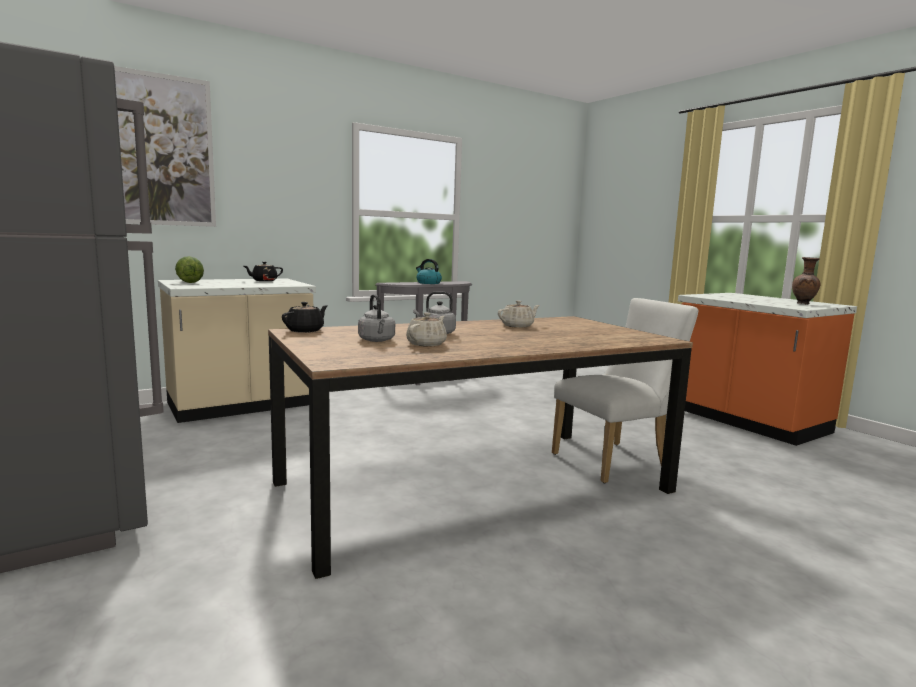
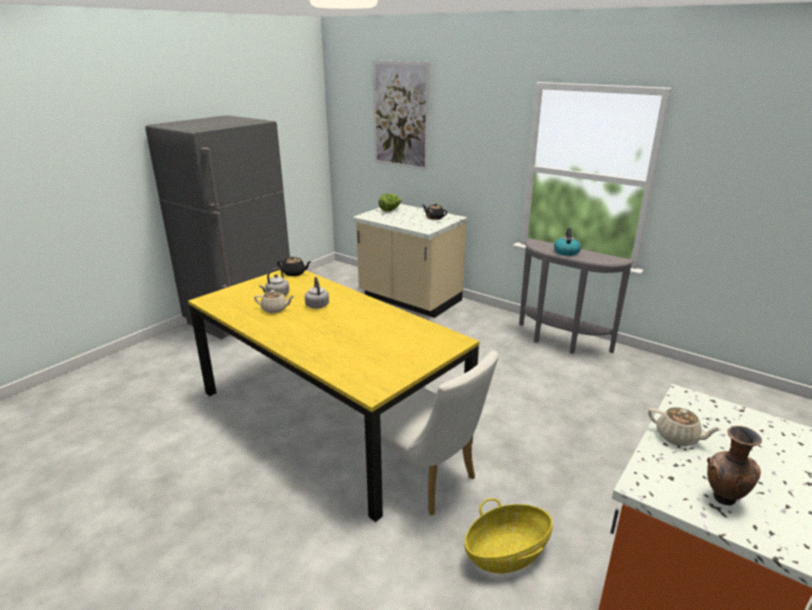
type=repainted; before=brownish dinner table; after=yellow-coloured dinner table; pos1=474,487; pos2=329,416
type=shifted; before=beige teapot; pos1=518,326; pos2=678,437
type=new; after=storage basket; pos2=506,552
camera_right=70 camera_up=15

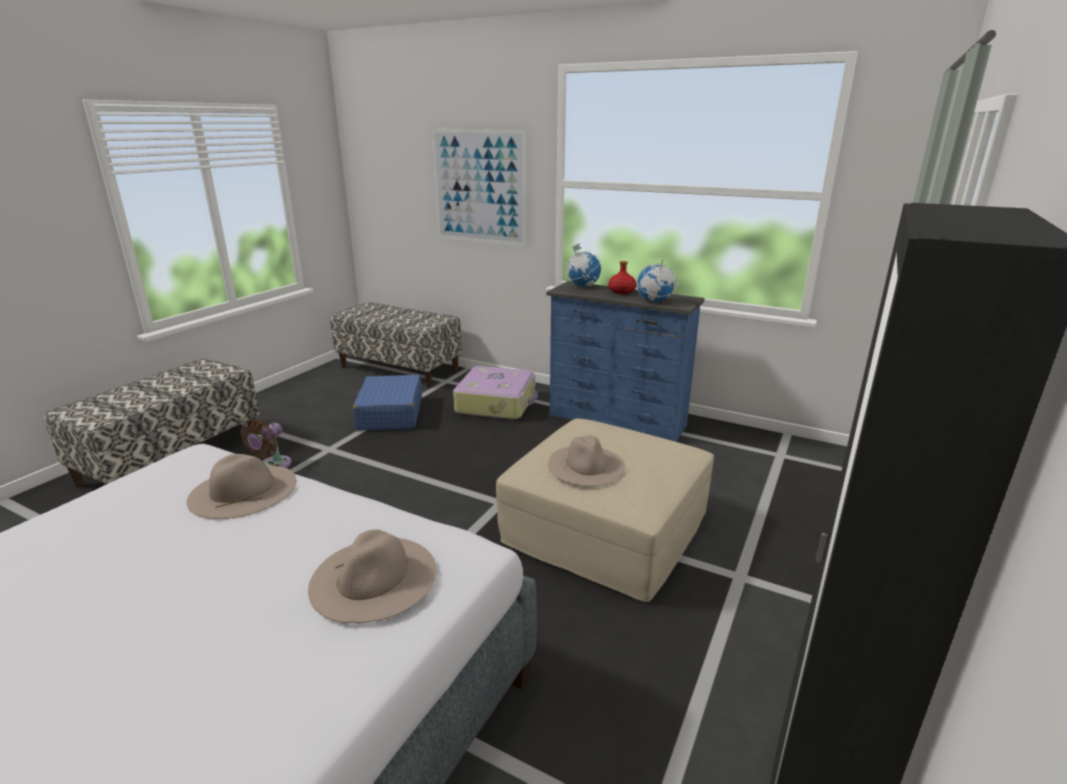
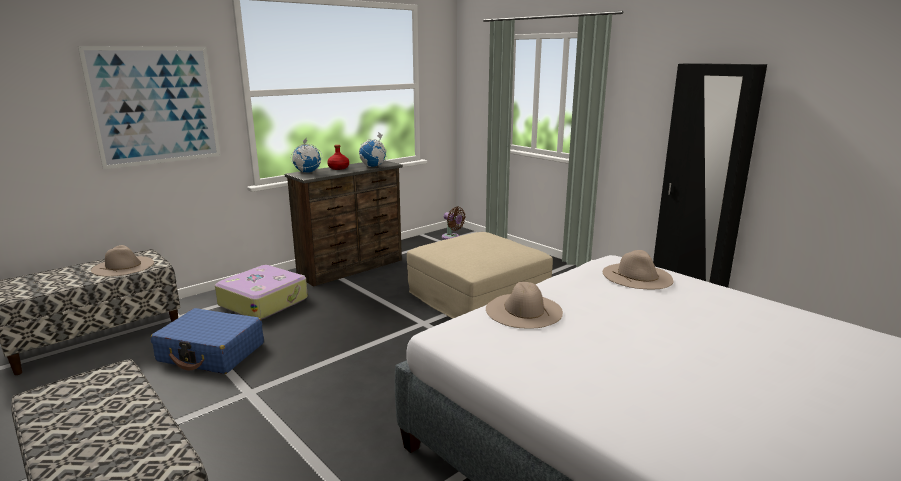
type=shifted; before=brownish cooling fan; pos1=272,466; pos2=452,237
type=repainted; before=blue-coloured drawer chest; after=brownish drawer chest; pos1=617,421; pos2=352,268
type=shifted; before=beige hat; pos1=586,465; pos2=123,266
camera_right=-70 camera_up=-5

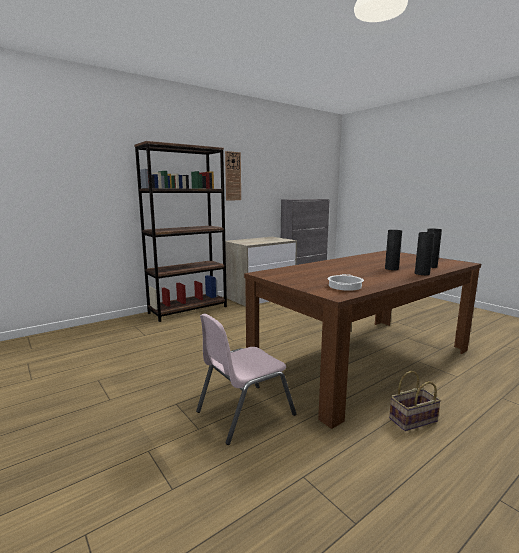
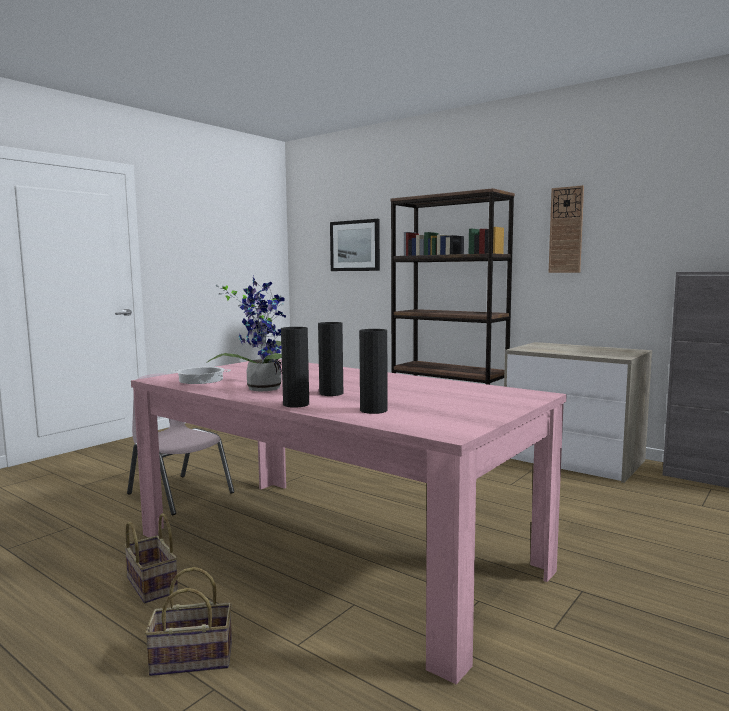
type=repainted; before=brownish dinner table; after=pink dinner table; pos1=363,360; pos2=335,552
type=new; after=storage basket; pos2=189,660
type=new; after=plant in a pot; pos2=264,388
type=new; after=wall picture; pos2=355,245
camera_right=75 camera_up=-5

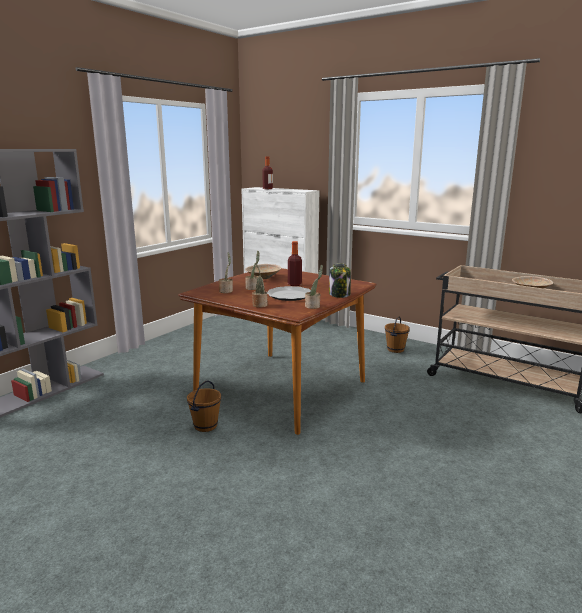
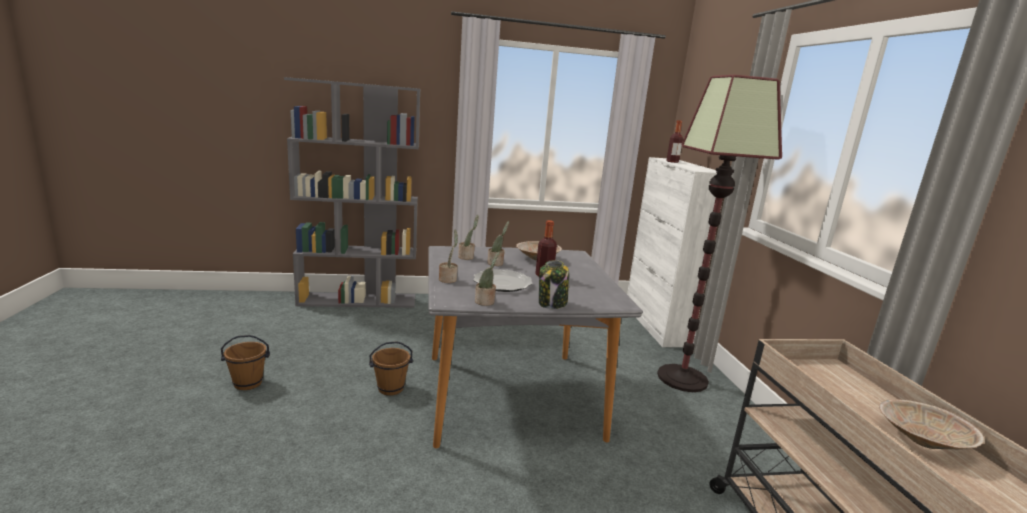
type=repainted; before=brownish dinner table; after=grey dinner table; pos1=282,388; pos2=512,396
type=shifted; before=brownish bucket; pos1=395,349; pos2=248,383
type=new; after=floor lamp; pos2=682,378
camera_right=45 camera_up=0

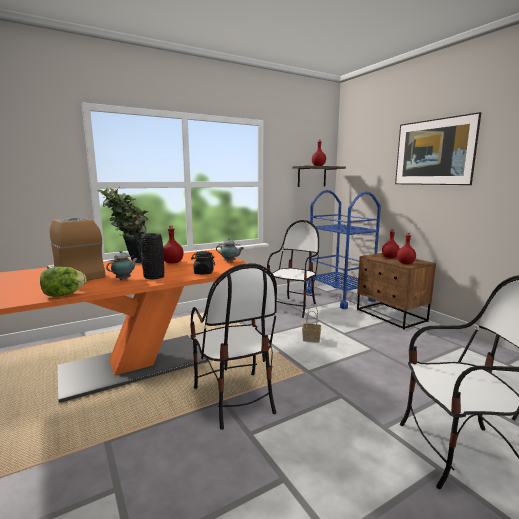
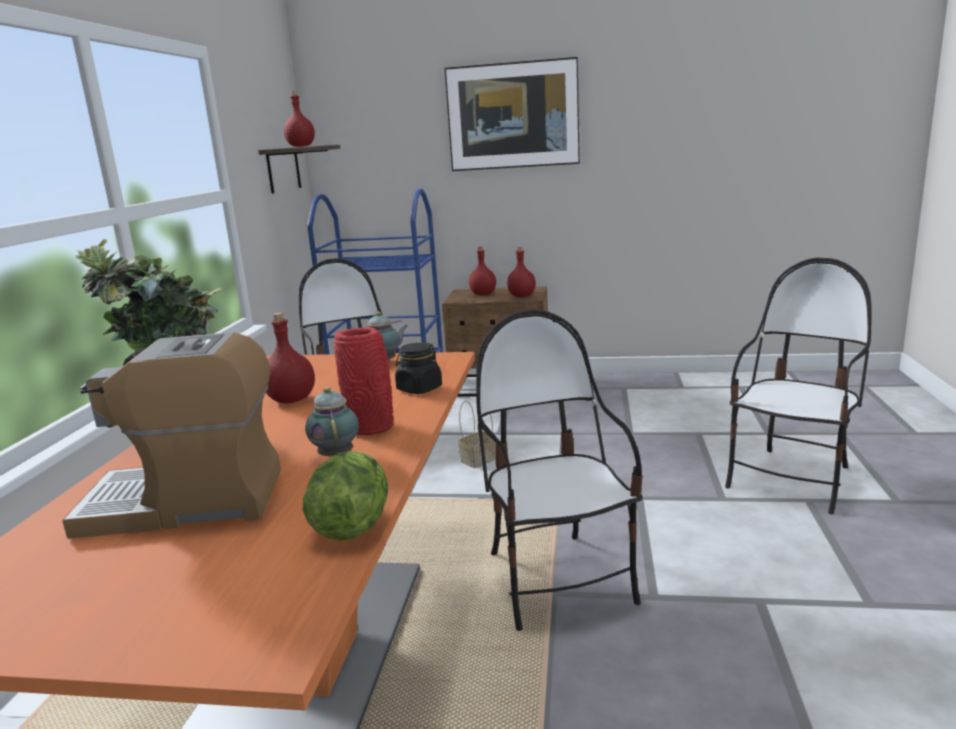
type=repainted; before=blackish vase; after=reddish vase; pos1=154,277; pos2=372,428
type=rotated; before=chair; pos1=234,398; pos2=557,580; turn=-120
camera_right=-50 camera_up=5

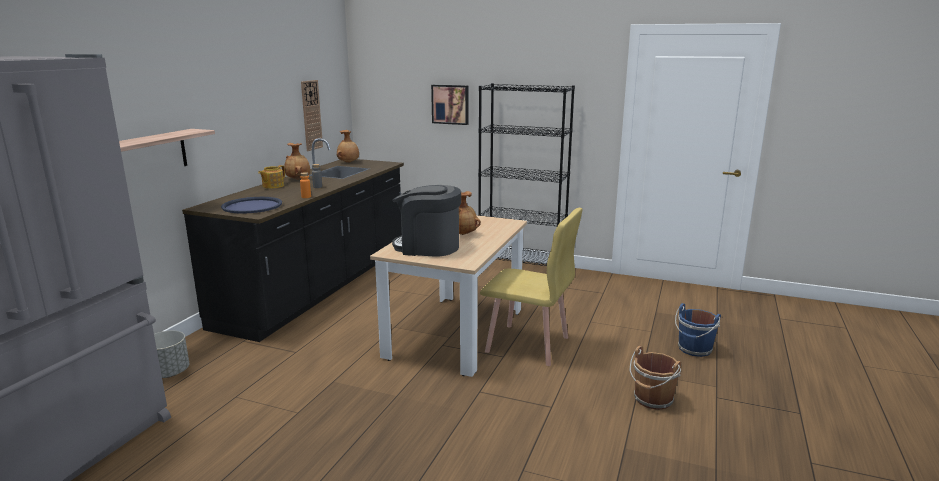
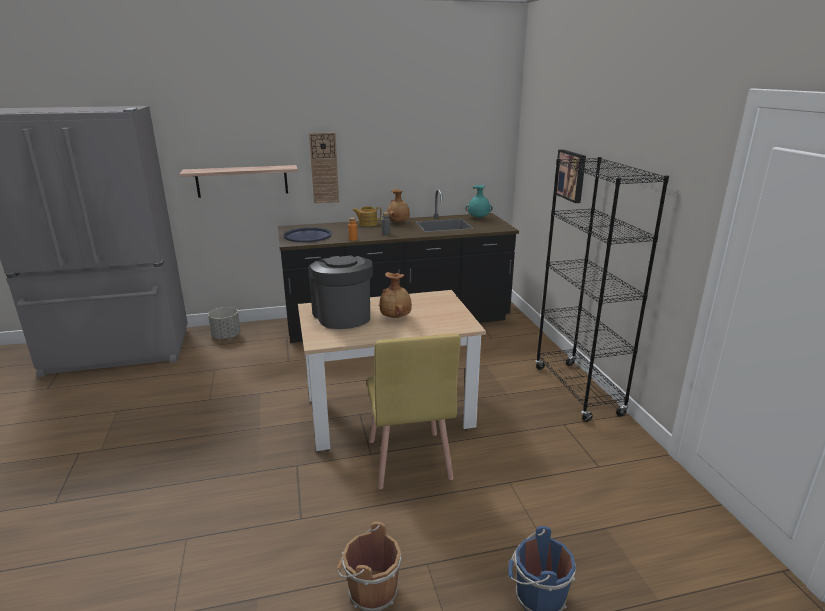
type=shifted; before=hanging clock; pos1=311,115; pos2=324,168
type=repainted; before=brownish vase; after=turquoise vase; pos1=348,162; pos2=478,218
camera_right=55 camera_up=5

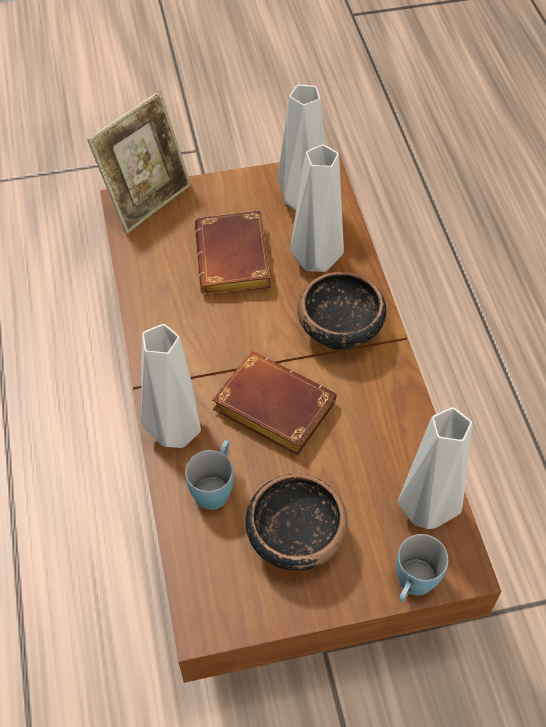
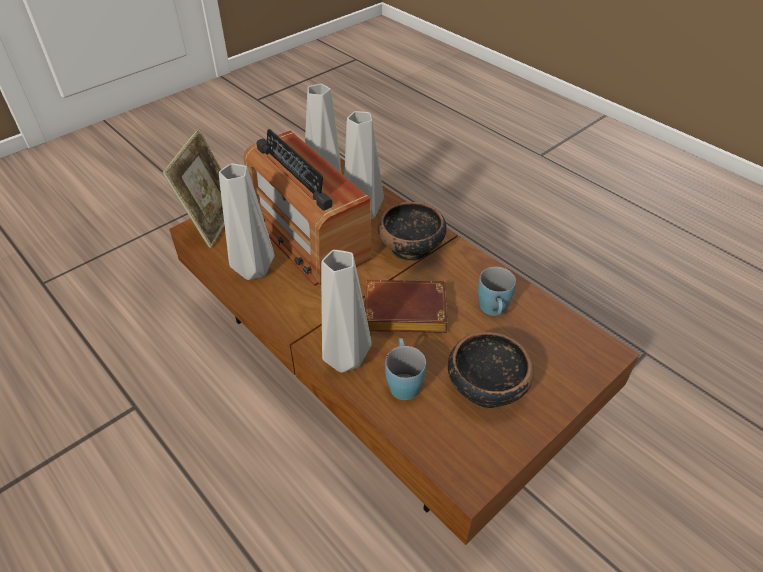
type=swapped; before=brownish volume; after=radio receiver; pos1=236,261; pos2=307,235
type=shifted; before=blue-coloured coffee mug; pos1=412,586; pos2=493,311
type=shifted; before=grey vase; pos1=424,508; pos2=252,269
camera_right=-30 camera_up=-10

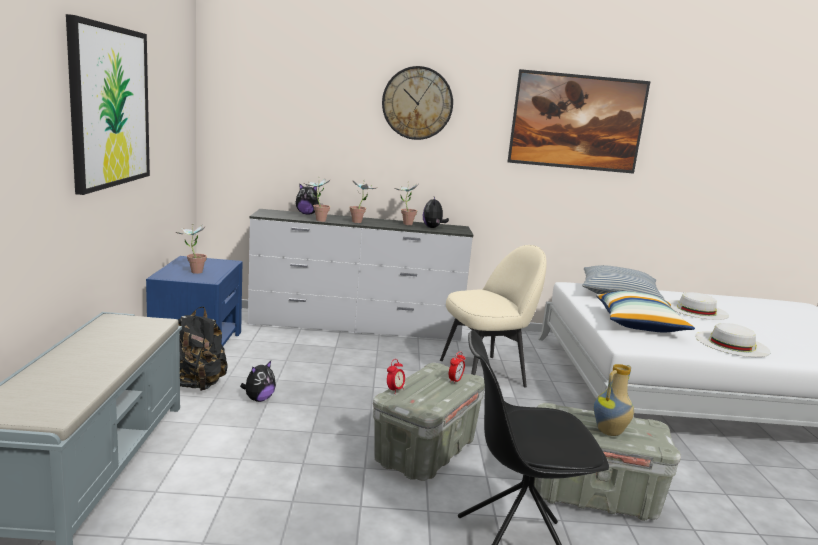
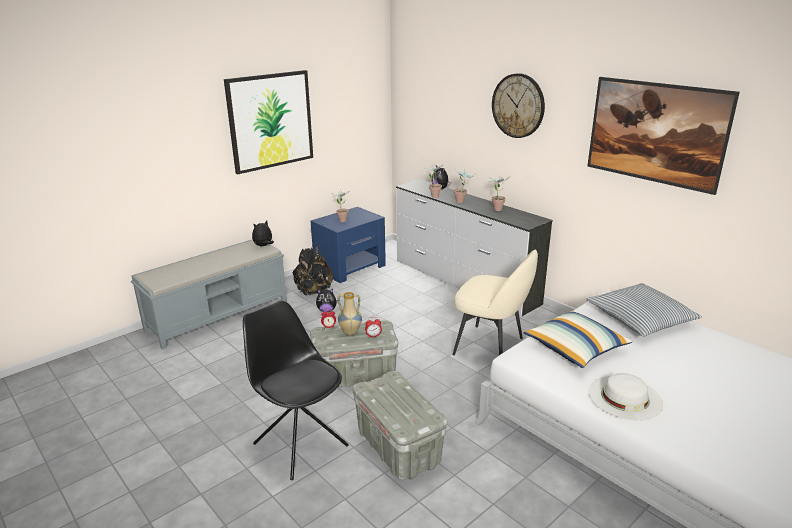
type=shifted; before=plush toy; pos1=433,228; pos2=263,246
type=shifted; before=vase; pos1=610,432; pos2=350,332
type=gone; before=white-coloured hat; pos1=696,310
camera_right=50 camera_up=10

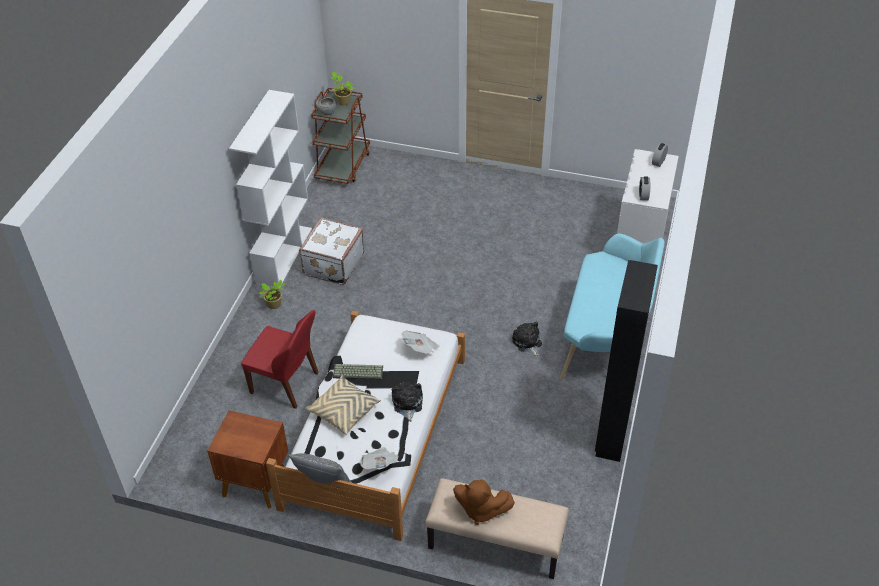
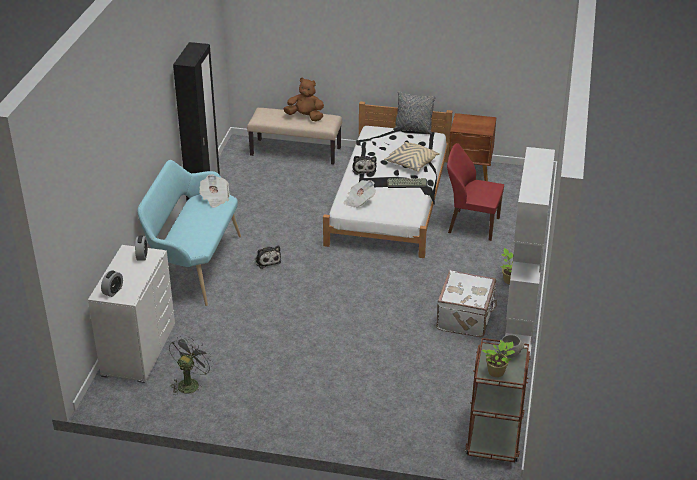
type=shifted; before=daily paper; pos1=379,464; pos2=215,198
type=new; after=grey cooling fan; pos2=190,383
camera_right=175 camera_up=-10

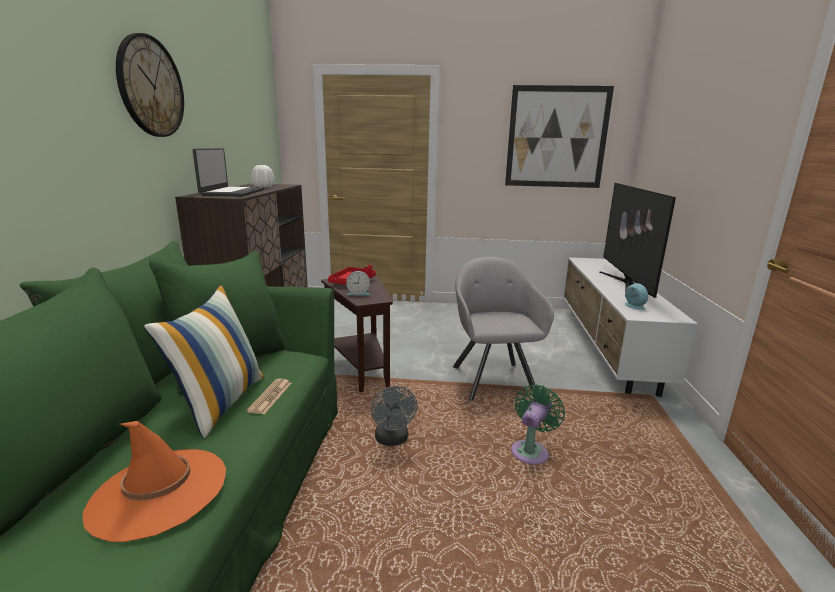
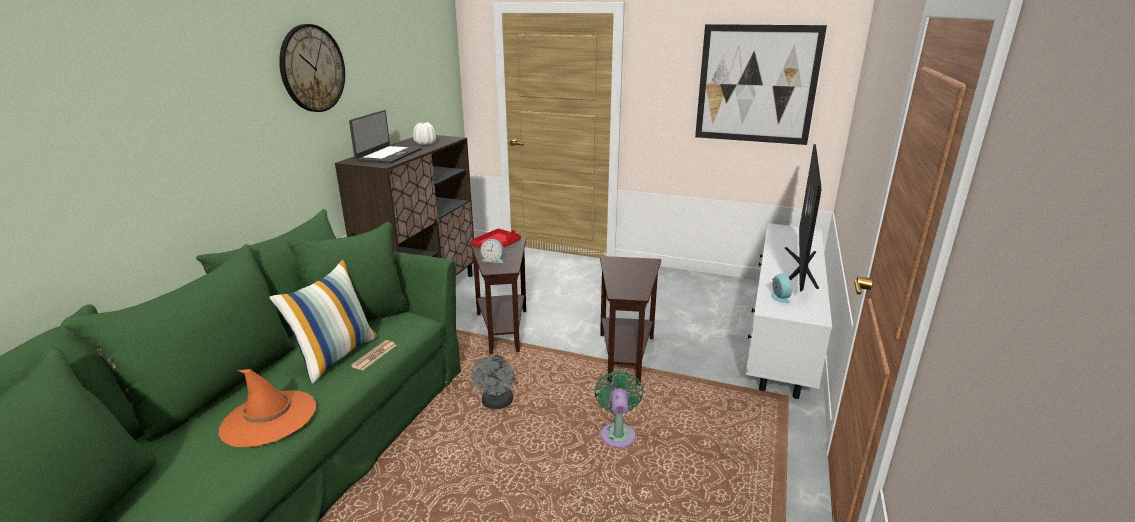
type=swapped; before=grey armchair; after=brownish accent table; pos1=492,379; pos2=625,356
type=rotated; before=green cooling fan; pos1=531,451; pos2=618,433; turn=-45
camera_right=15 camera_up=5

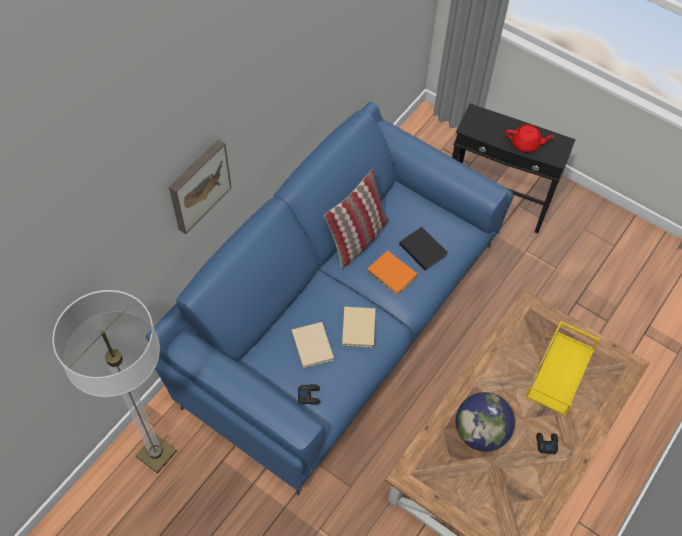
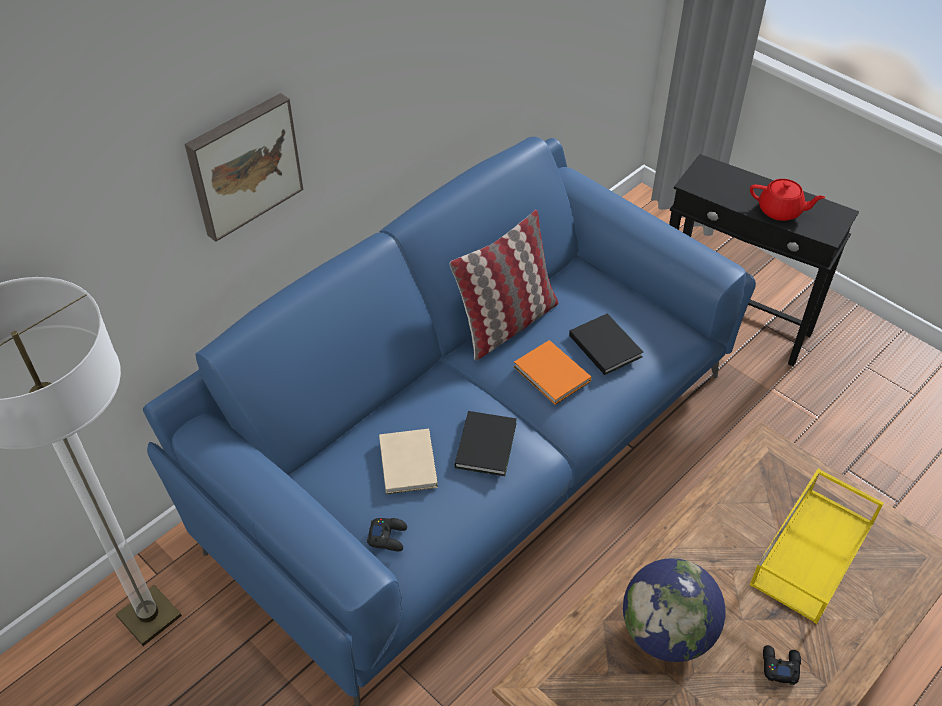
type=repainted; before=beige volume; after=blackish volume; pos1=359,327; pos2=487,444
camera_right=10 camera_up=-10

